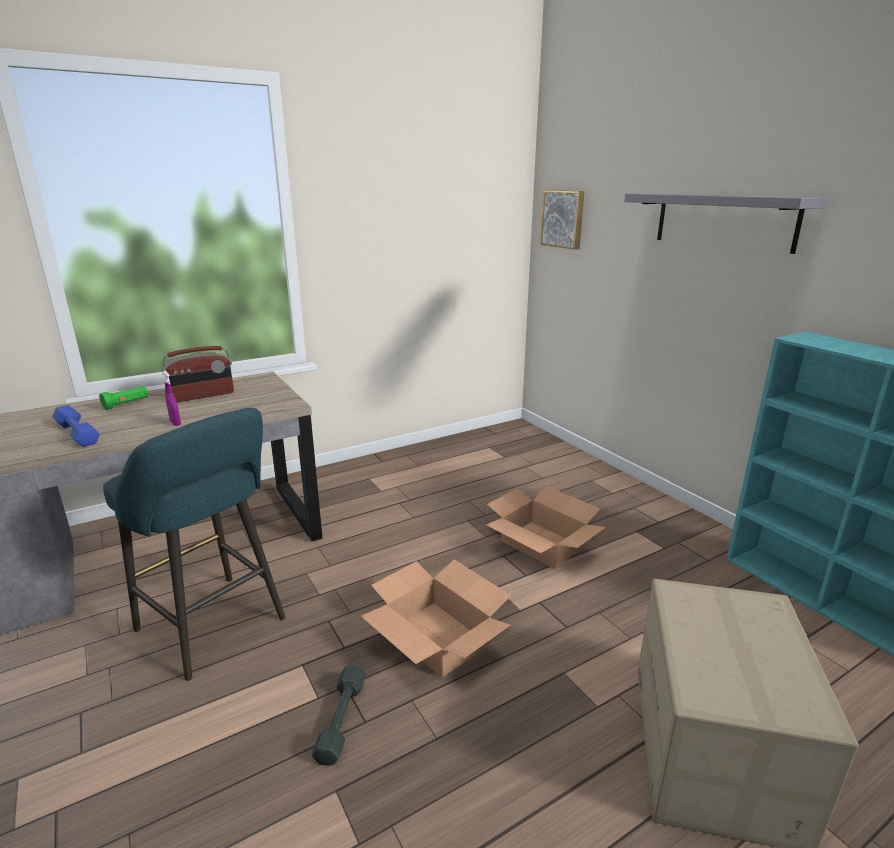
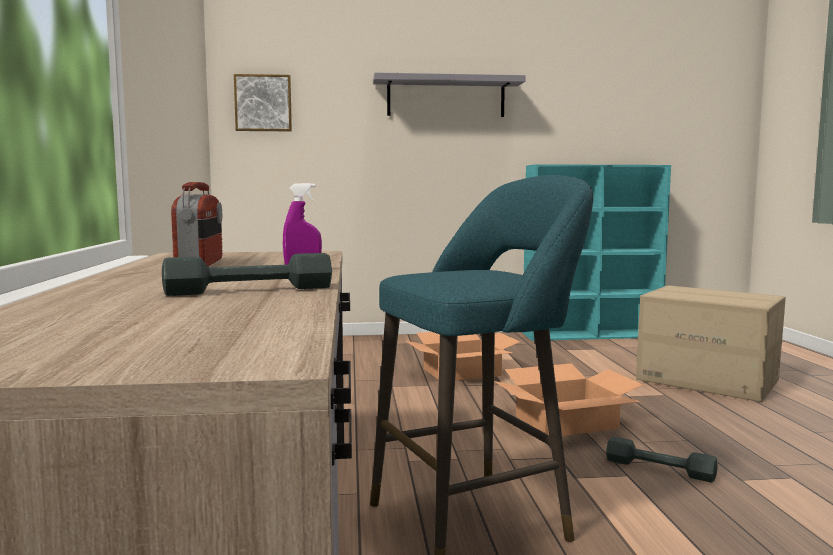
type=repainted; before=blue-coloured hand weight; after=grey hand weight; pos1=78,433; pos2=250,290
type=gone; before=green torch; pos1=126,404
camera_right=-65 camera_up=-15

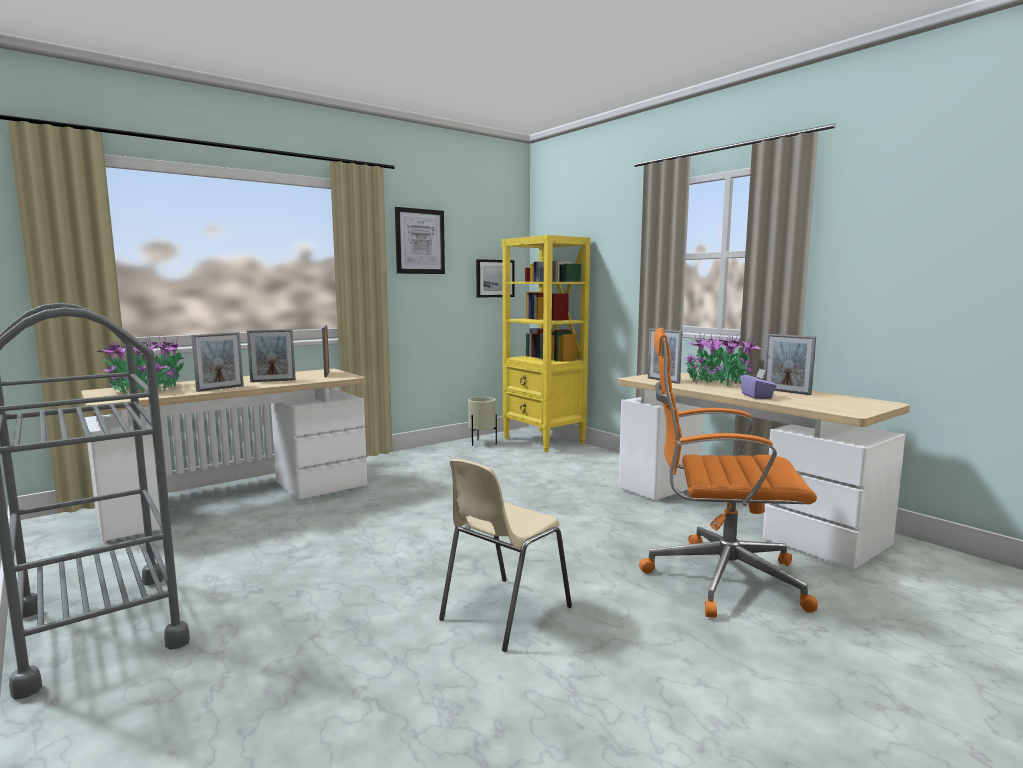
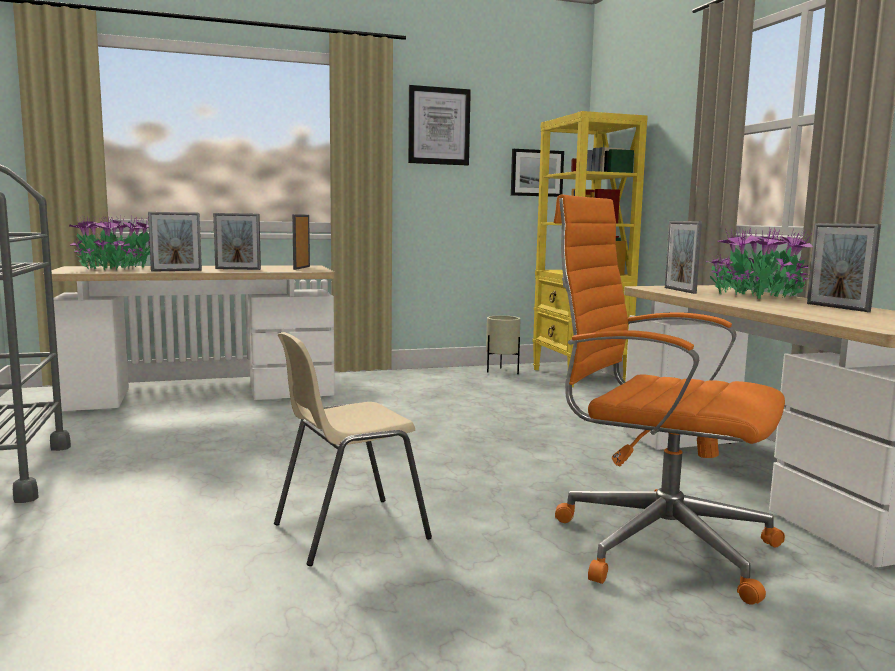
type=gone; before=purple-coloured tissue box; pos1=757,396
camera_right=20 camera_up=0

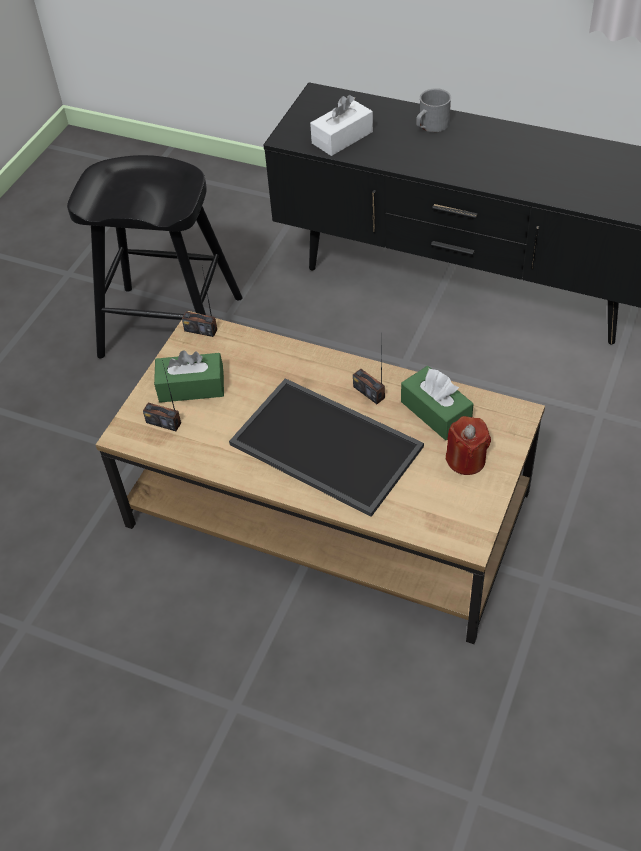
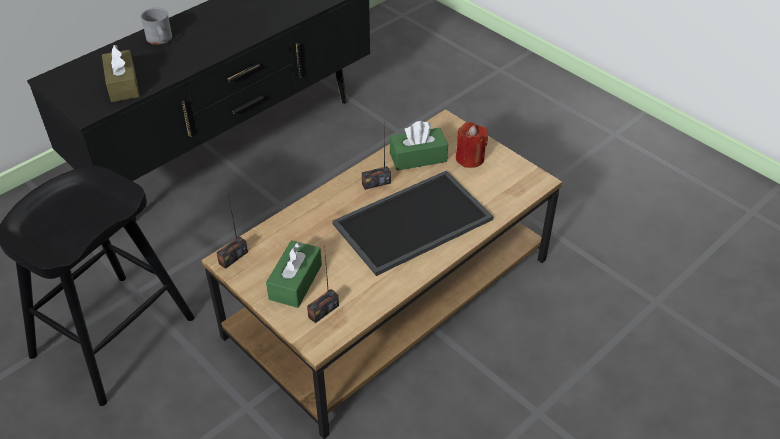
type=repainted; before=white-coloured tissue box; after=brownish tissue box; pos1=342,137; pos2=123,84
camera_right=-70 camera_up=-5

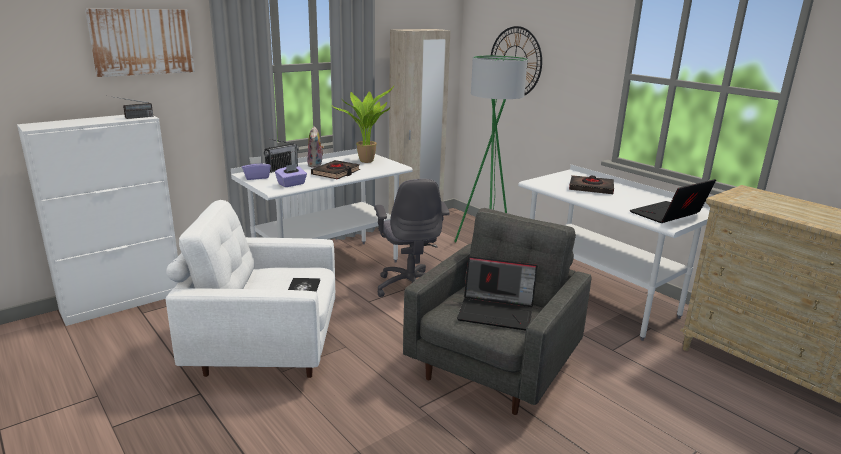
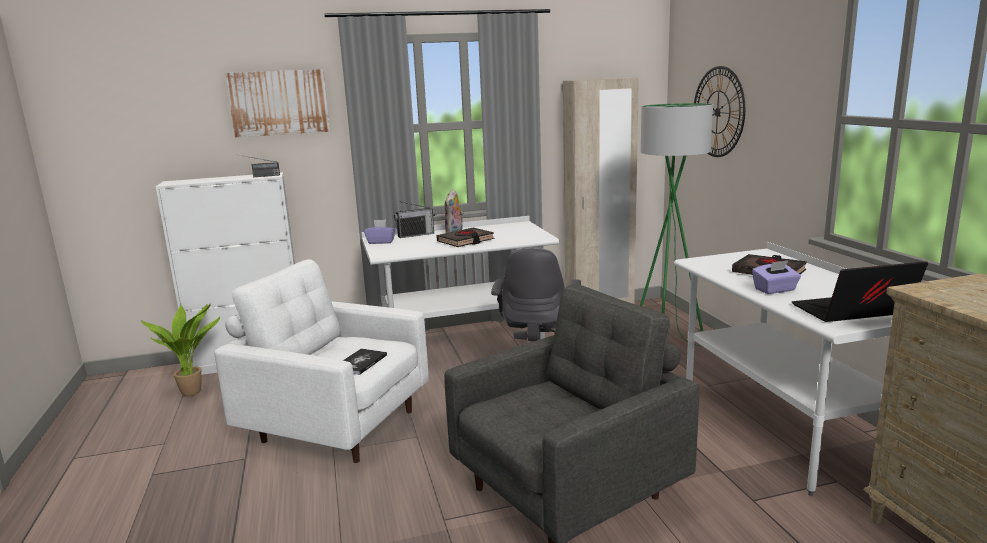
type=shifted; before=purple-coloured tissue box; pos1=291,184; pos2=775,290
type=shifted; before=plant in a pot; pos1=366,161; pos2=194,392
type=gone; before=laptop; pos1=497,312
camera_right=25 camera_up=-5

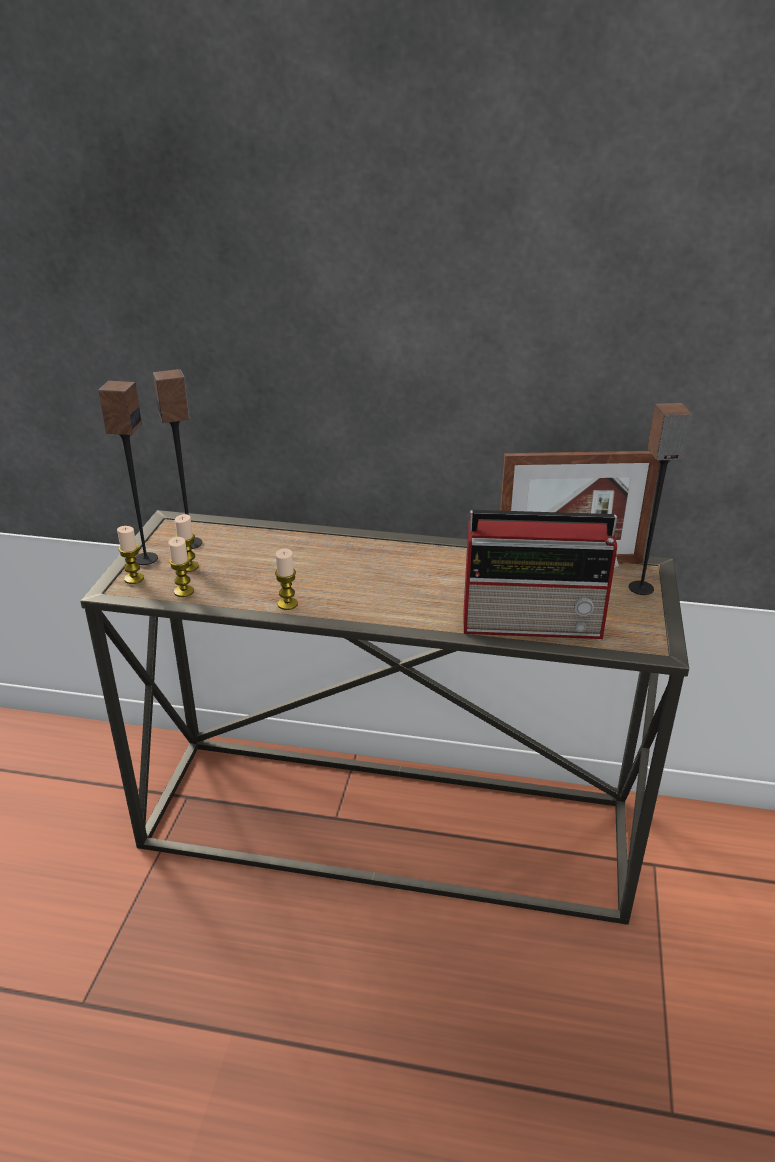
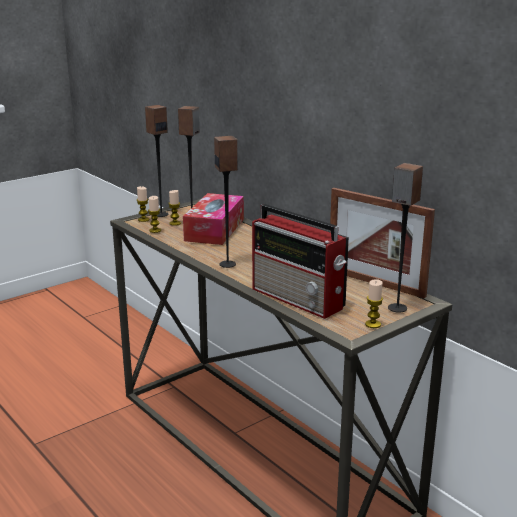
type=shifted; before=wax light; pos1=287,604; pos2=373,324
type=new; after=tissue box; pos2=214,229
type=new; after=audio speaker; pos2=228,264
camera_right=40 camera_up=-10

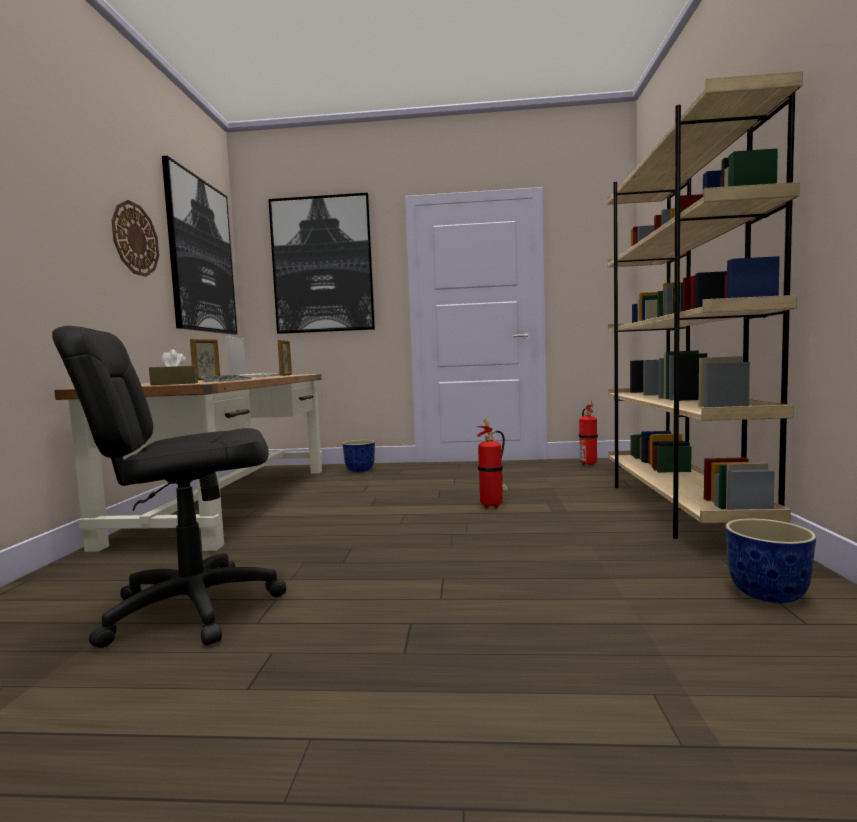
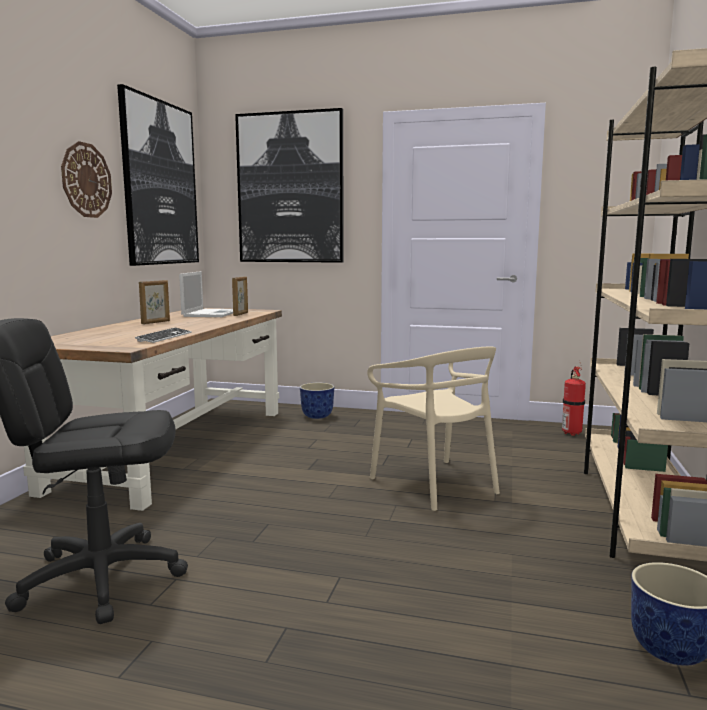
type=gone; before=brownish tissue box; pos1=174,384
type=swapped; before=fire extinguisher; after=beige chair; pos1=493,505; pos2=435,484
camera_right=10 camera_up=5

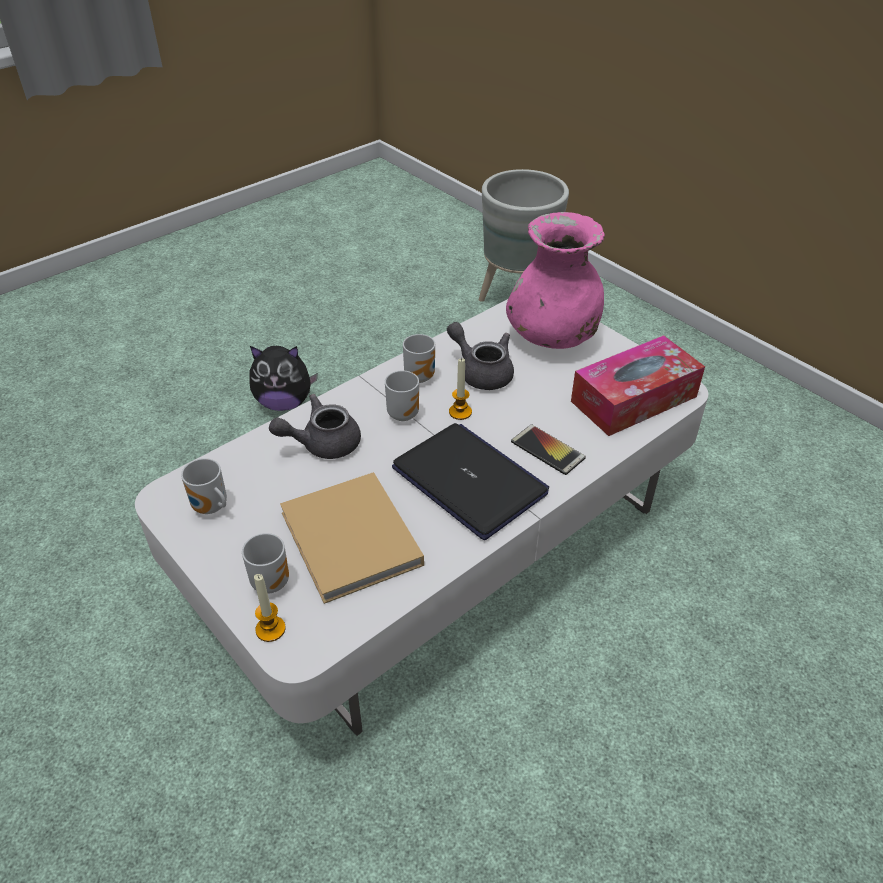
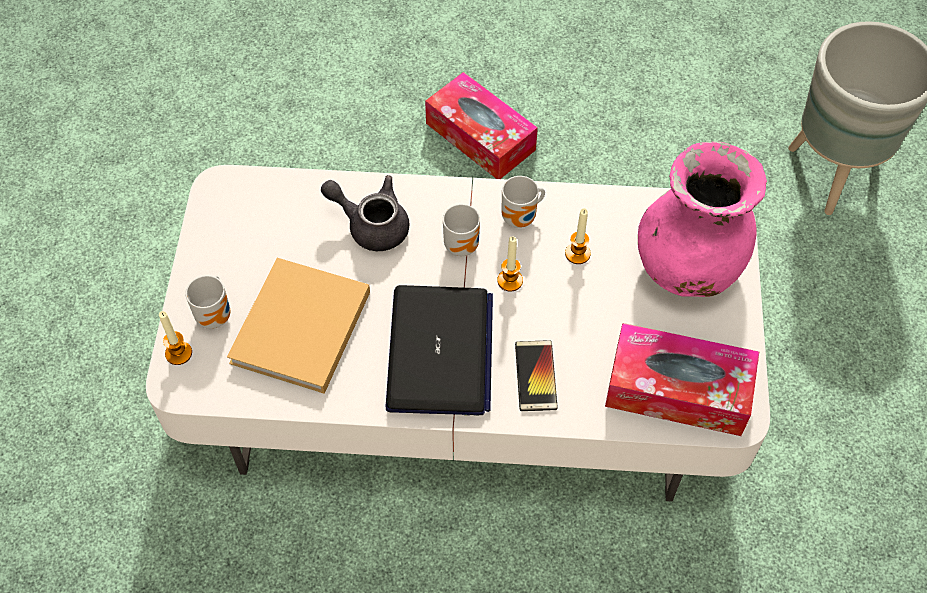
type=gone; before=coffee mug; pos1=210,509
type=swapped; before=plush toy; after=tissue box; pos1=284,403; pos2=480,136
type=swapped; before=grey teapot; after=wax light; pos1=481,372; pos2=577,254
camera_right=45 camera_up=15

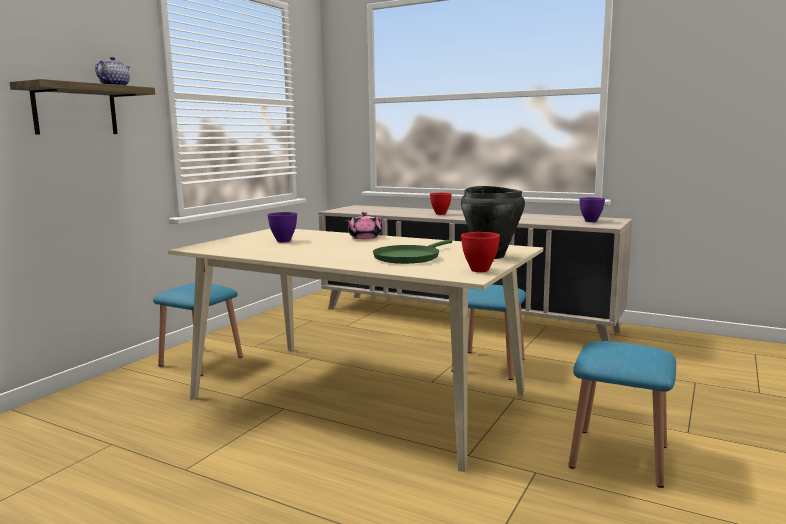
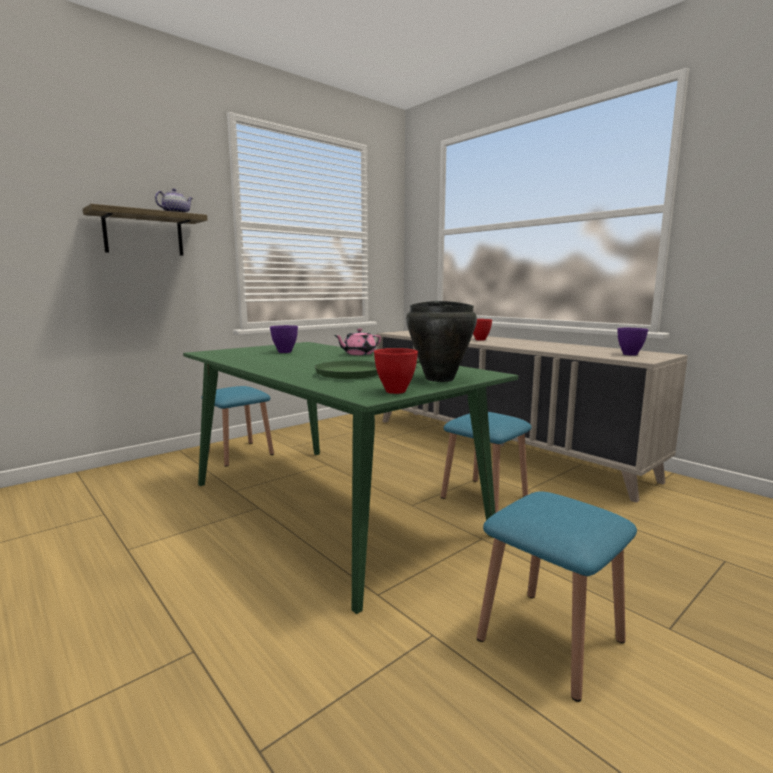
type=repainted; before=beige dinner table; after=green dinner table; pos1=356,396; pos2=329,507
camera_right=20 camera_up=0

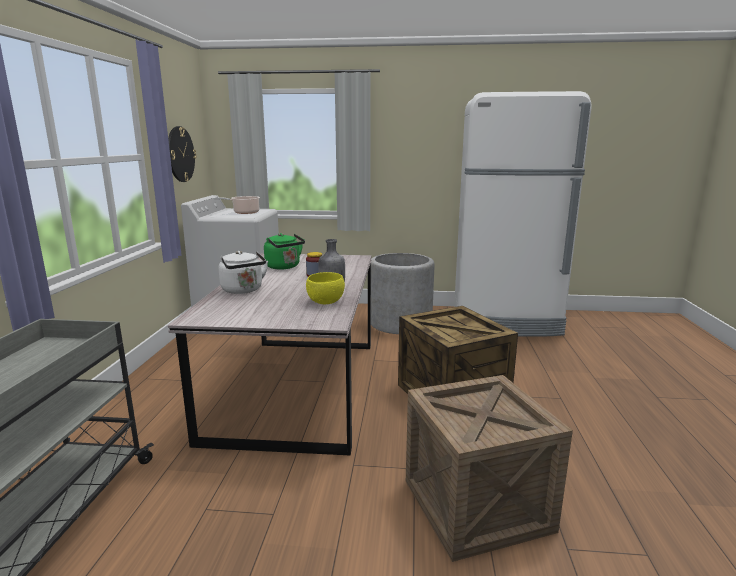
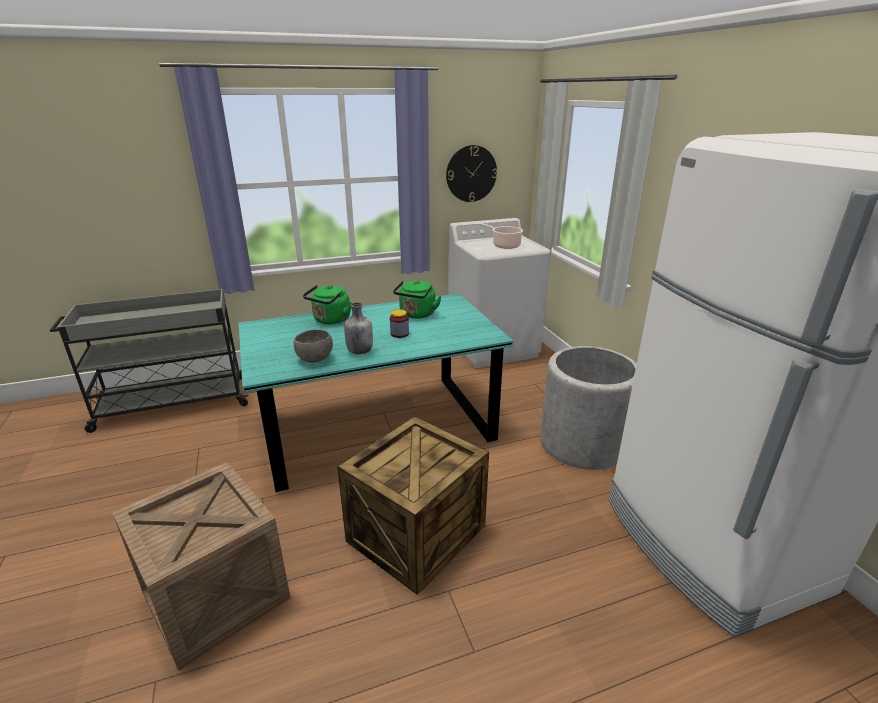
type=repainted; before=grey dinner table; after=turquoise dinner table; pos1=296,386; pos2=376,425
type=repainted; before=white-coloured water kettle; after=green water kettle; pos1=243,290; pos2=330,320
type=repainted; before=yellow-coloured deep dish; after=grey deep dish; pos1=325,302; pos2=315,359
camera_right=65 camera_up=10

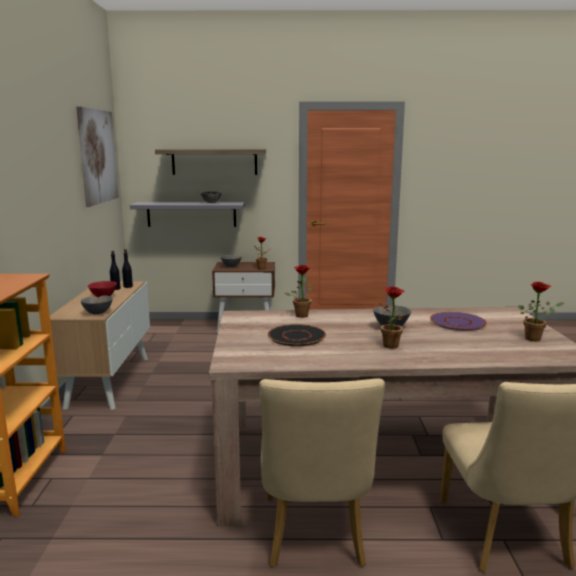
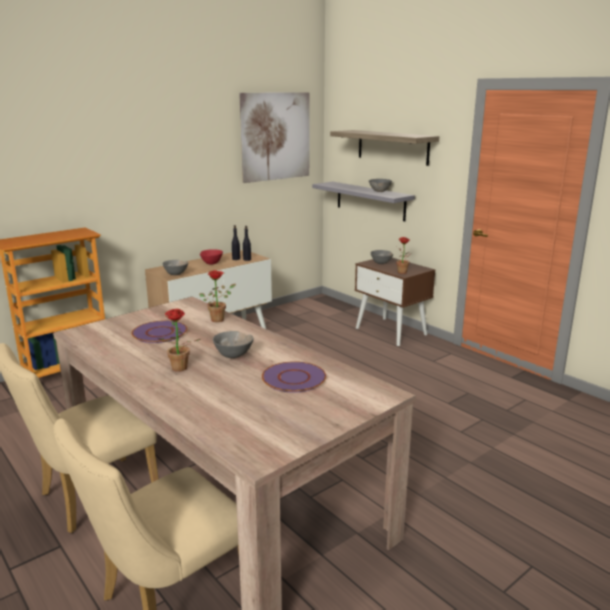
type=repainted; before=blackish plate; after=purple-coloured plate; pos1=296,336; pos2=160,333
type=gone; before=plant in a pot; pos1=536,338
camera_right=50 camera_up=5

